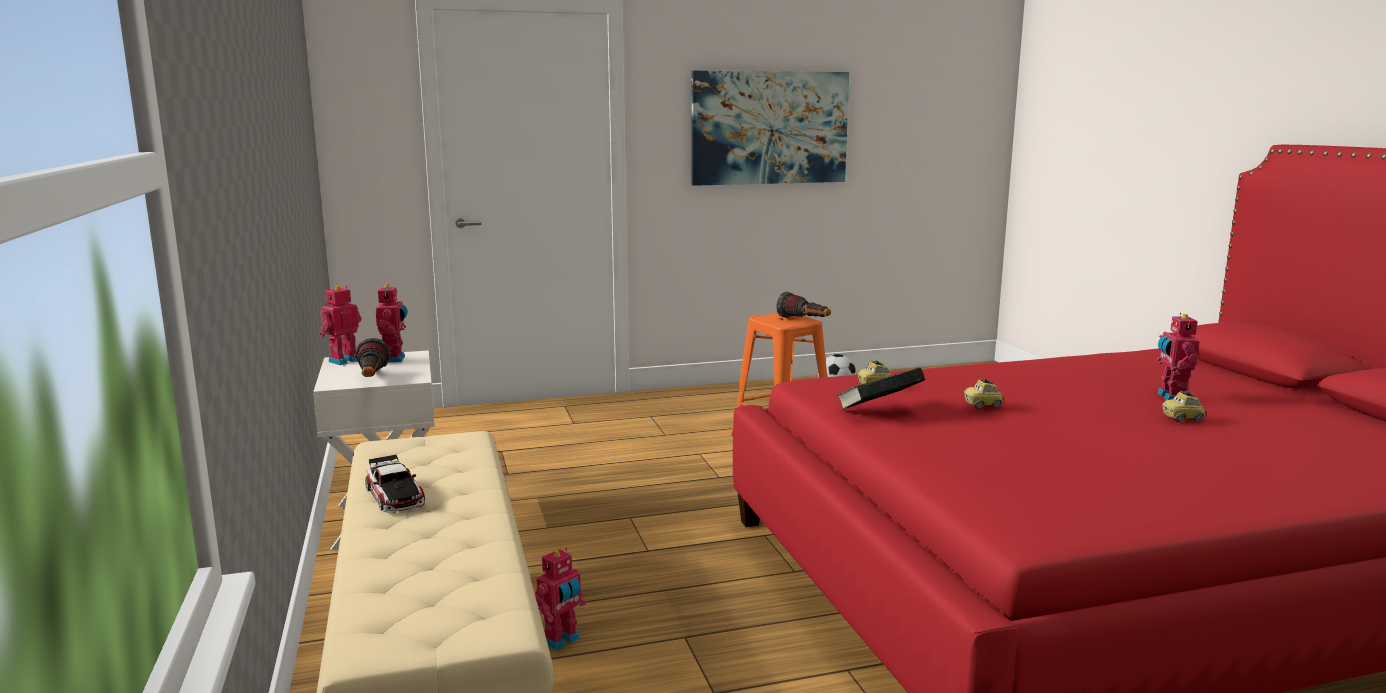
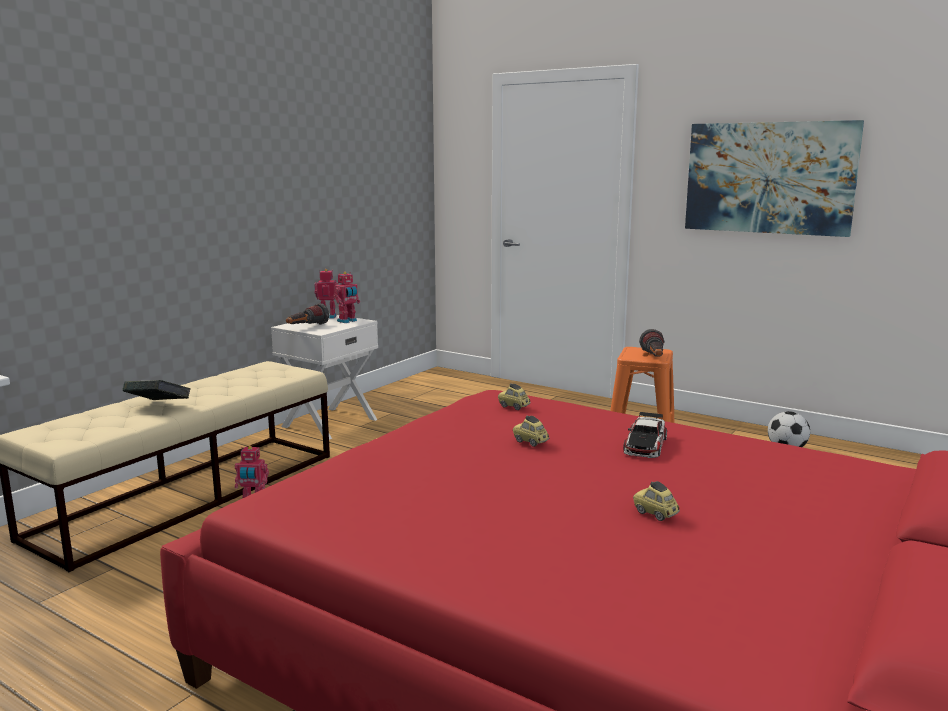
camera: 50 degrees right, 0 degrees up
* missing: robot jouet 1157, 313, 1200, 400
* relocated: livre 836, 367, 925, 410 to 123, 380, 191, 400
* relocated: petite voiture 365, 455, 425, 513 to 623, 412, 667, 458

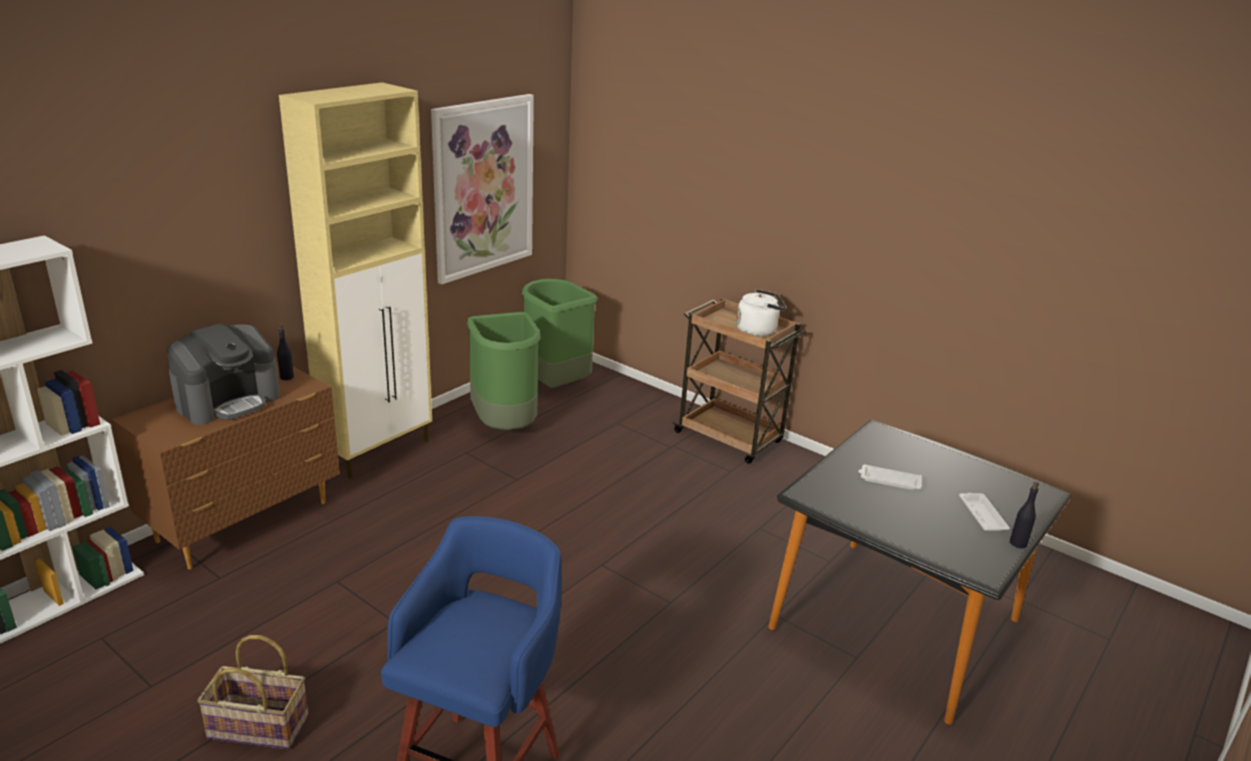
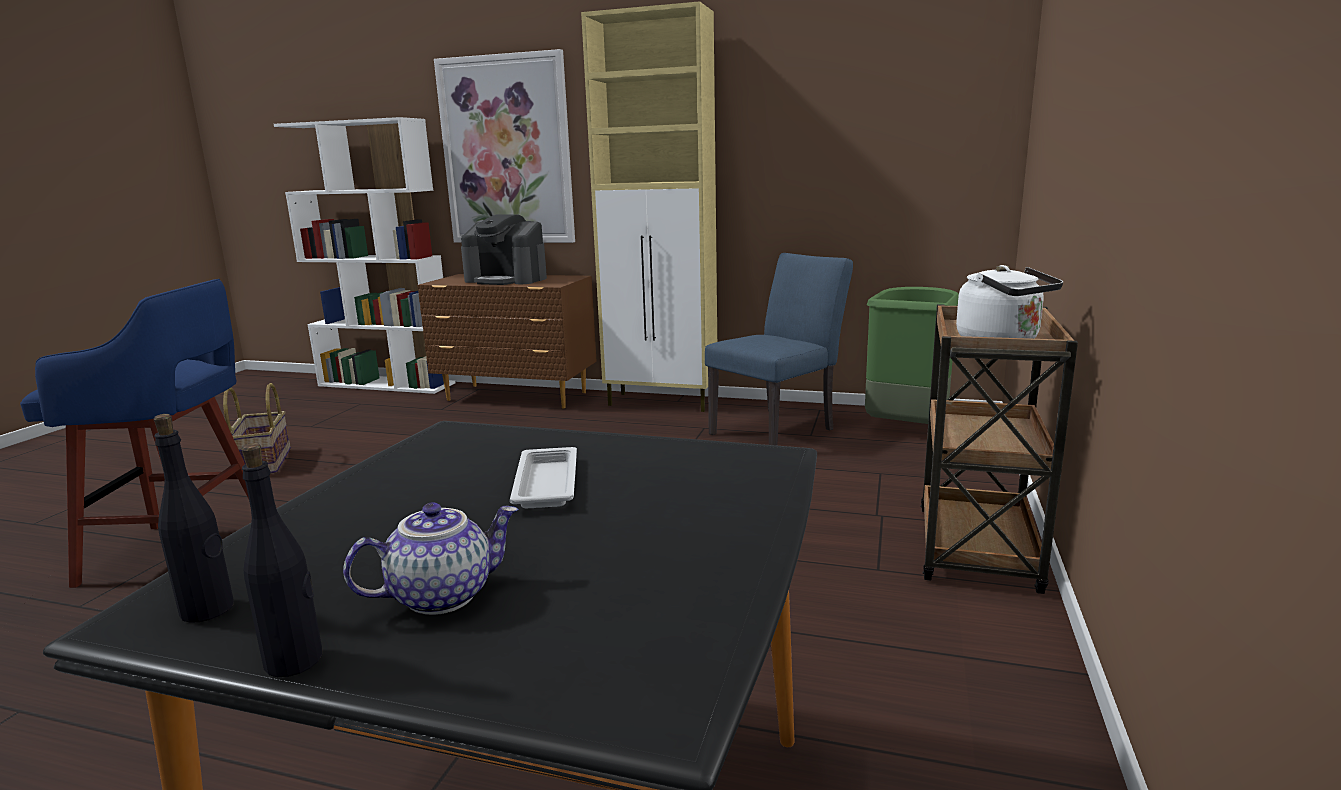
camera: 70 degrees right, 10 degrees down
* relocated: tableau 431, 94, 534, 285 to 434, 49, 575, 243
* exchanged: poubelle/vert 467, 312, 541, 430 to chaise/bleu 705, 253, 853, 446
* relocated: bouteille/noir 277, 324, 294, 380 to 153, 414, 234, 623
* exchanged: plateau/blanc 959, 493, 1010, 531 to théière 343, 503, 518, 615

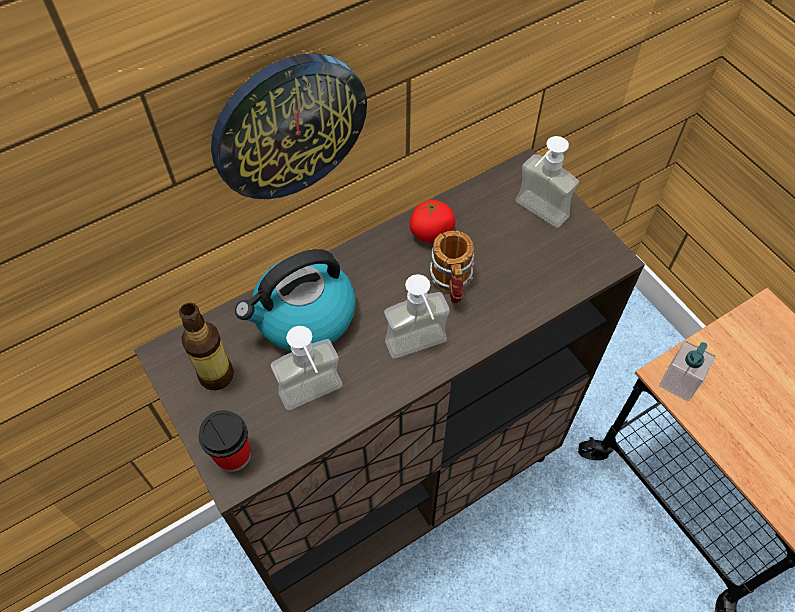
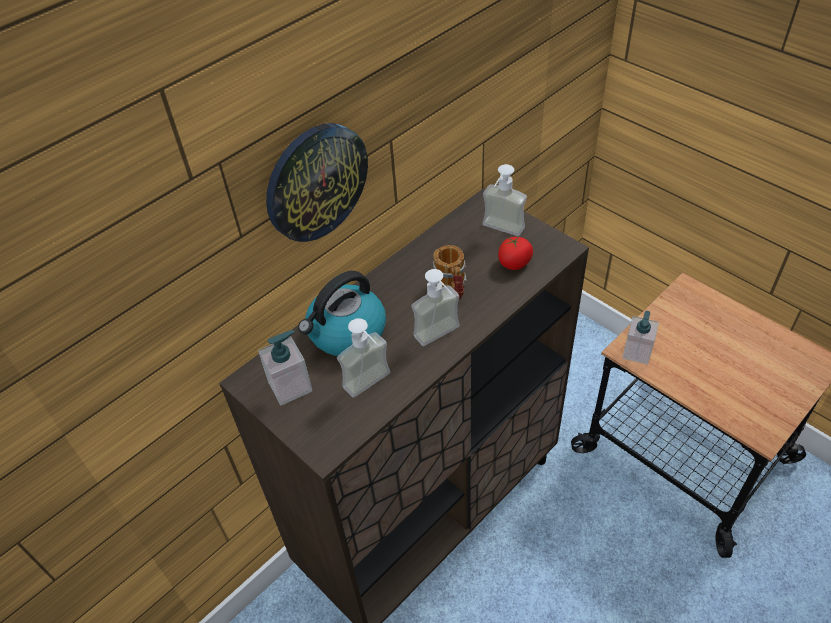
camera: 10 degrees left, 10 degrees down
* relocated: tomate 410, 199, 456, 242 to 498, 236, 533, 270
* exchanged: bouteille 179, 303, 234, 391 to distributeur de savon 258, 330, 312, 406
* missing: tasse 198, 410, 251, 472

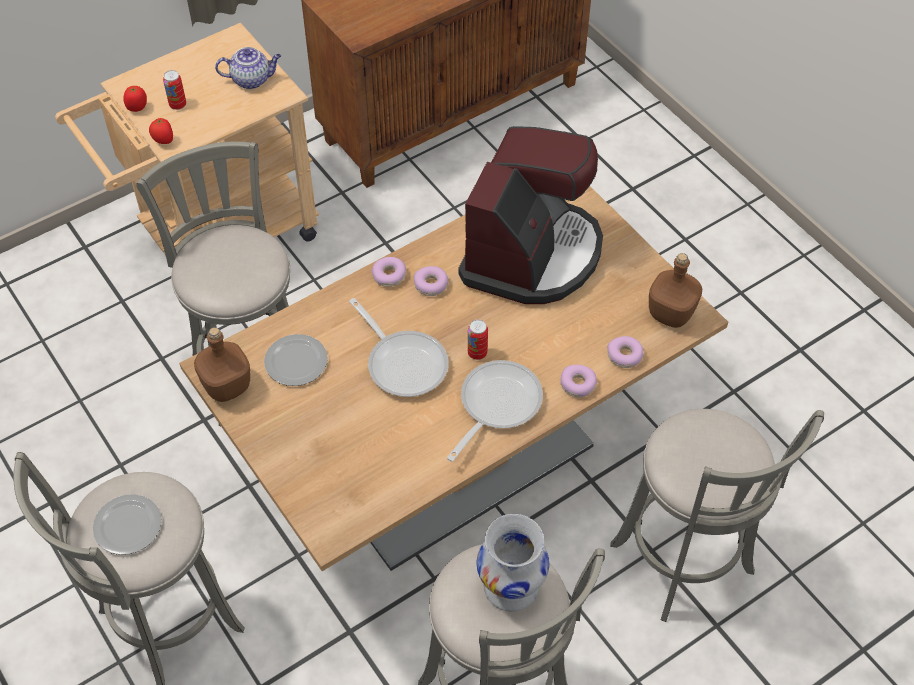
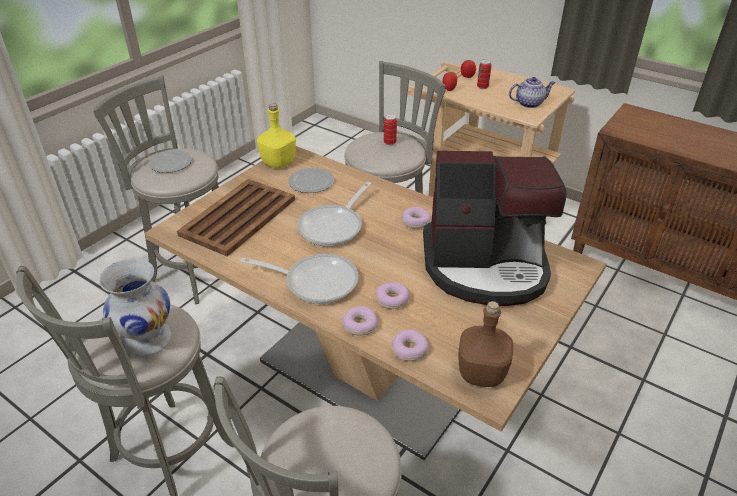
camera: 70 degrees right, 15 degrees down
* spun: théière 215, 47, 281, 89 = 509, 77, 555, 108 75 degrees counterclockwise
* relocated: beignet 371, 257, 406, 287 to 376, 282, 410, 309
* relocated: boîte métallique 468, 319, 488, 360 to 384, 114, 397, 145
* colour: bouteille/marron 194, 327, 250, 402 to bouteille/jaune 257, 103, 296, 168
* appeared: plateau/marron 177, 179, 295, 256

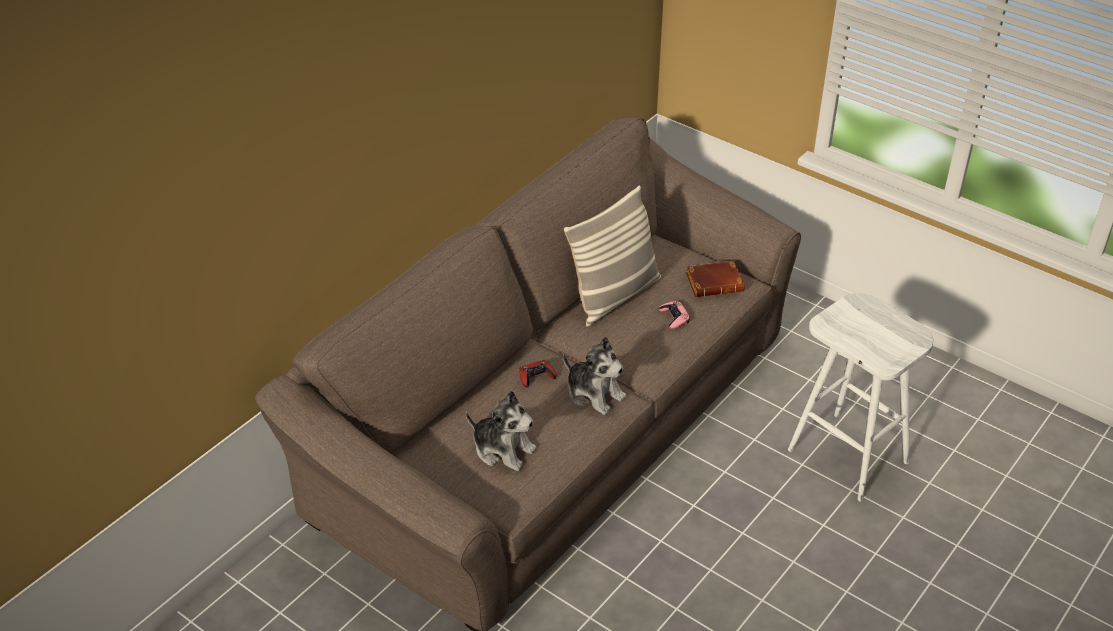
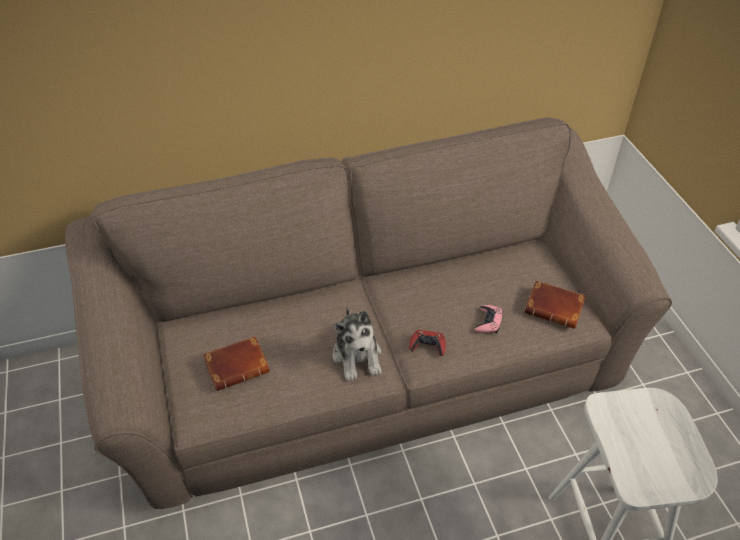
camera: 35 degrees right, 5 degrees up
* missing: coussin 564, 185, 661, 327
* relocated: manette/rouge 519, 360, 557, 387 to 409, 330, 446, 356
* exchanged: peluche 466, 391, 537, 471 to livre/marron 203, 336, 270, 391

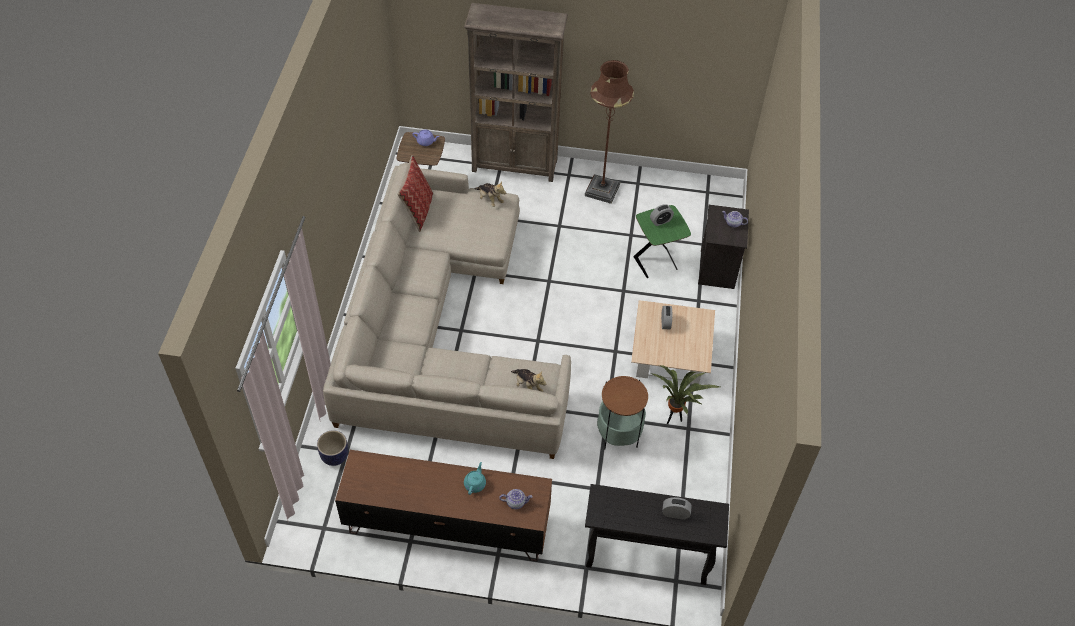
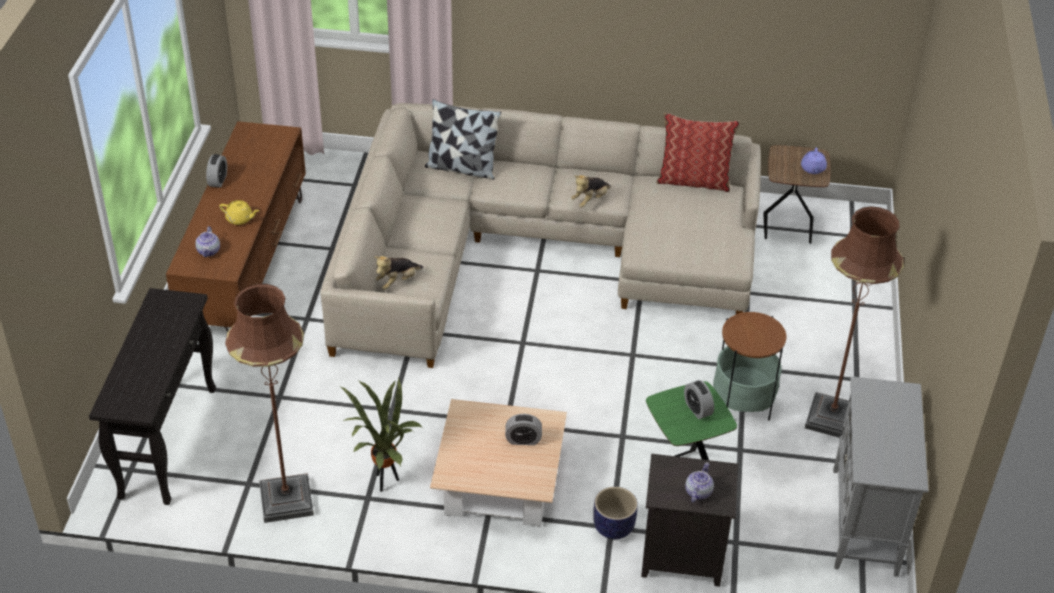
camera: 90 degrees right, 10 degrees down
* missing: bibliothèque/marron 464, 3, 568, 182
* relocated: peluche 475, 182, 506, 207 to 571, 175, 611, 208
* relocated: table d'appoint 597, 376, 648, 449 to 713, 312, 787, 420
* relocated: cache-pot 317, 430, 348, 466 to 593, 487, 638, 539
* colour: théière/turquoise 464, 462, 486, 495 to théière/jaune 219, 200, 259, 225
* relocated: réveil 662, 497, 692, 520 to 206, 154, 227, 188
* appeared: coussin 425, 99, 501, 180
* appeared: lampadaire/marron 225, 284, 314, 523
* appeared: meuble de rangement/gris 833, 376, 929, 577

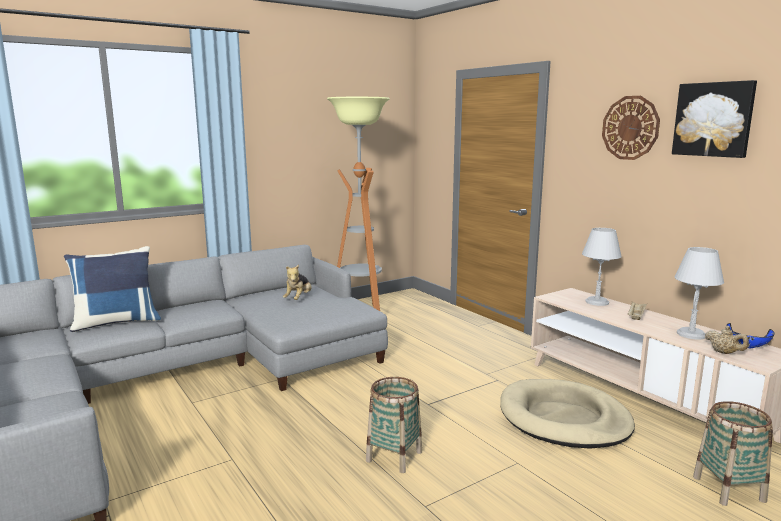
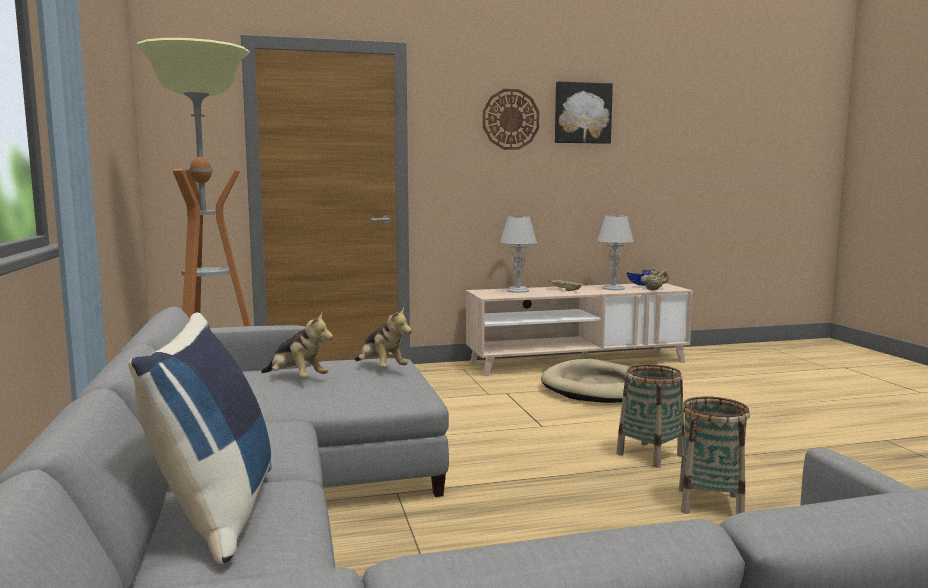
camera: 70 degrees left, 5 degrees down
* relocated: panier 693, 401, 773, 506 to 679, 396, 750, 514
* appeared: peluche 355, 307, 412, 367

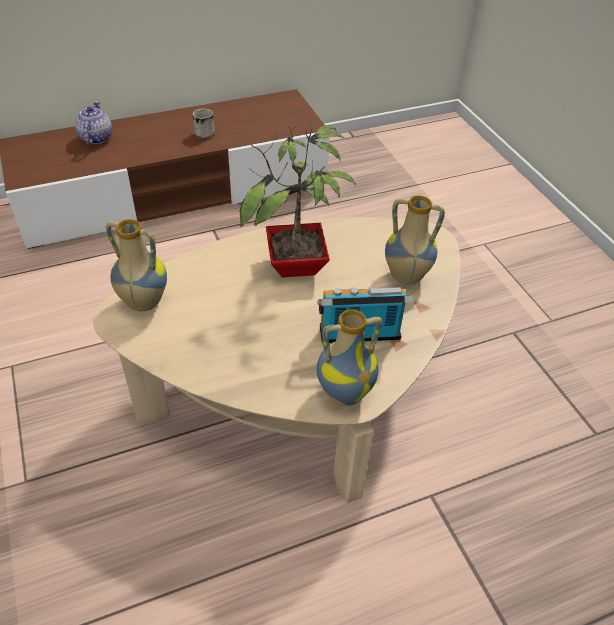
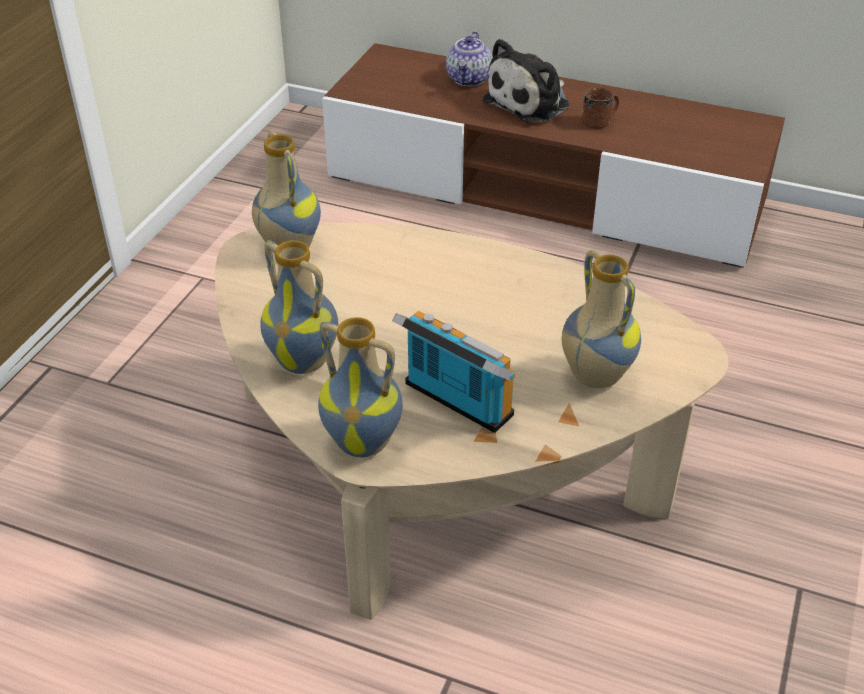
camera: 45 degrees right, 5 degrees down
* spun: théière 75, 101, 112, 144 = 446, 32, 493, 86 150 degrees clockwise
* colour: mug/blanc 192, 109, 215, 138 to mug/marron 582, 87, 619, 129
* missing: plante en pot 240, 119, 356, 278
* appeared: peluche 483, 38, 569, 123
* appeared: vase 260, 240, 339, 374

